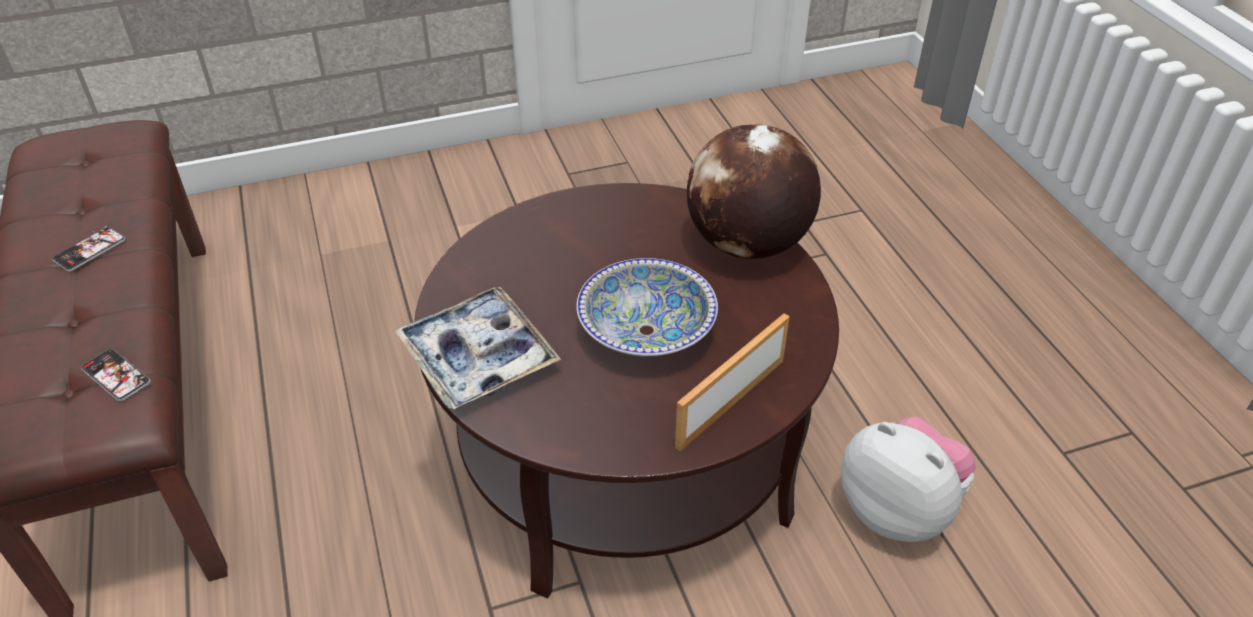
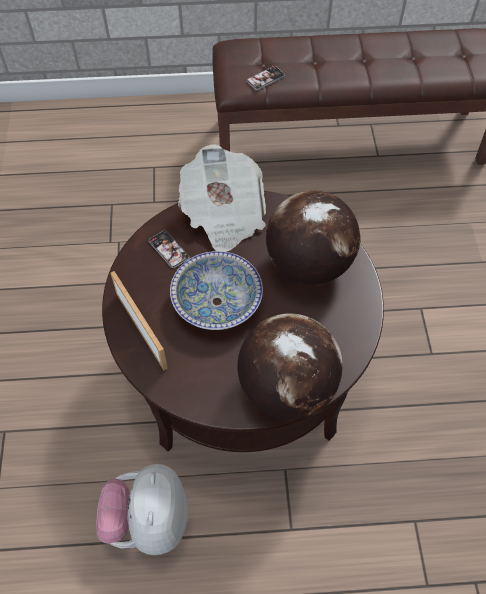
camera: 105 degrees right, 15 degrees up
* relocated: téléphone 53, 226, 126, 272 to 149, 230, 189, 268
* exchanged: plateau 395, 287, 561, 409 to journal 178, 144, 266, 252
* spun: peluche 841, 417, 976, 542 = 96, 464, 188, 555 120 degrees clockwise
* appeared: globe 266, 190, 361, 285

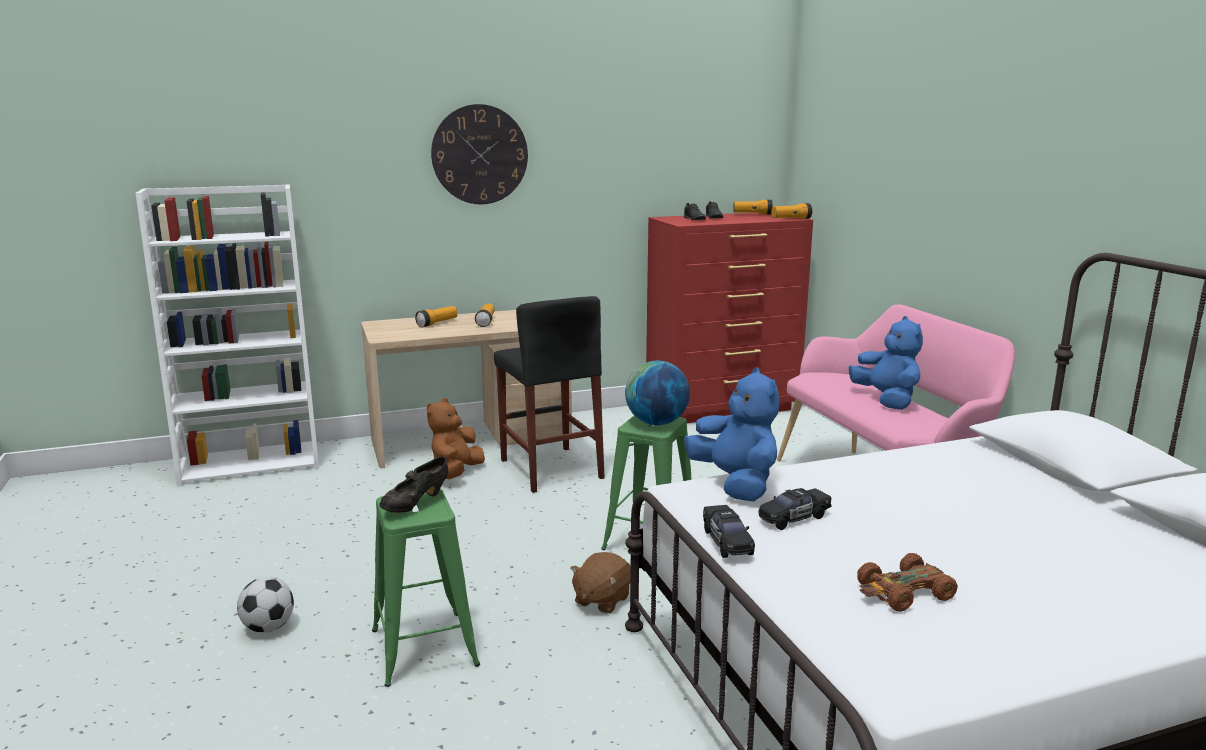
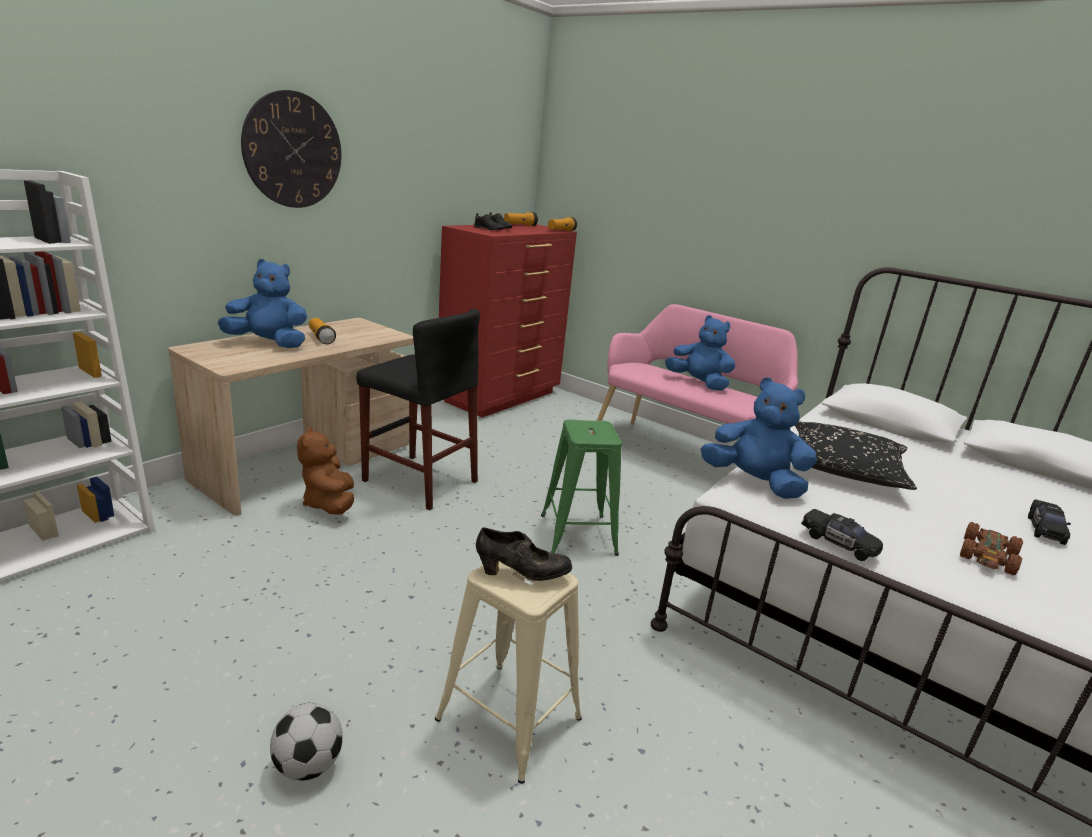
camera: 35 degrees left, 5 degrees up
* exchanged: lampe de poche 415, 306, 457, 327 to peluche/bleu 218, 259, 307, 348
* missing: globe 625, 361, 690, 425
* spun: chaussure/noir 380, 456, 448, 513 = 476, 527, 572, 581 90 degrees counterclockwise
* relocated: petite voiture/noir 759, 488, 832, 530 to 1028, 499, 1071, 545
* colour: tabouret/vert 372, 489, 480, 687 to tabouret/beige 435, 561, 582, 784
* missing: peluche/marron 570, 552, 631, 614
* appeared: coussin/noir 795, 422, 917, 490

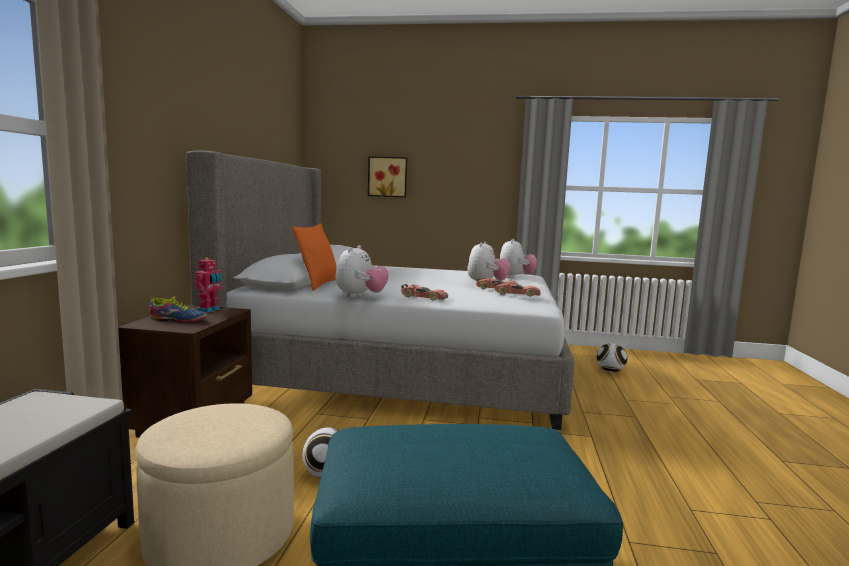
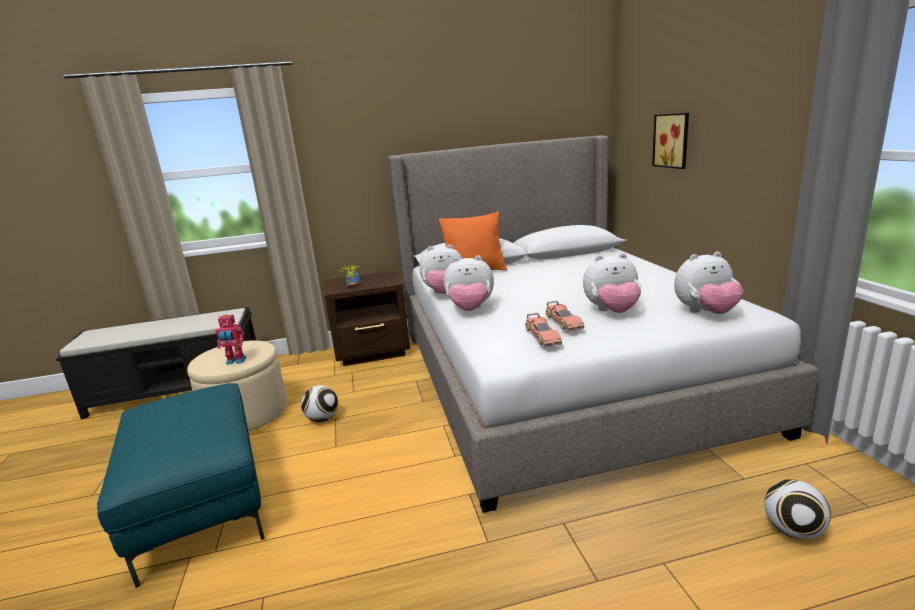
camera: 70 degrees right, 10 degrees up
* relocated: robot jouet 194, 257, 223, 312 to 215, 314, 246, 365
* exchanged: petite voiture 401, 284, 448, 301 to peluche 444, 256, 494, 311

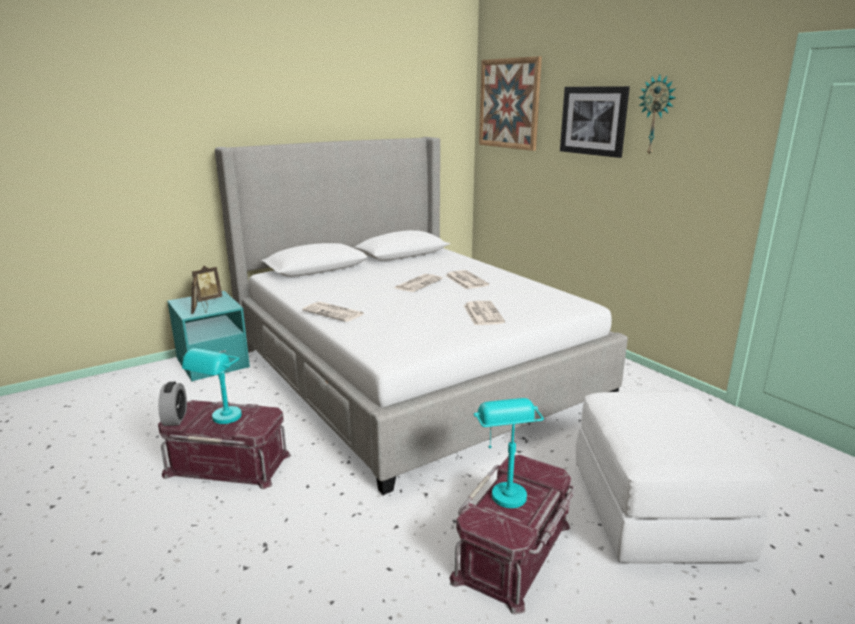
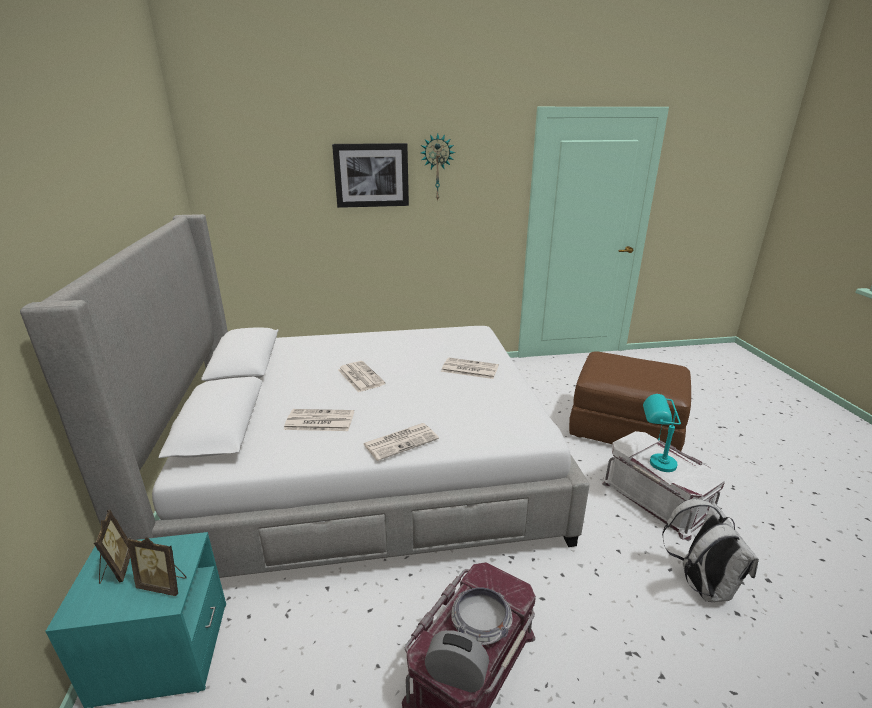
camera: 65 degrees left, 5 degrees up
* missing: tableau 479, 56, 542, 151
* relocated: journal 445, 270, 489, 289 to 284, 409, 354, 431
* exchanged: lampe de table/turquoise 182, 348, 242, 424 to bol 451, 587, 512, 645
* colour: pouf/blanc 576, 391, 774, 563 to pouf/marron 569, 351, 691, 451
* colour: boîte de rangement/rouge 449, 455, 575, 614 to boîte de rangement/blanc 602, 431, 725, 540
* appeared: sac à dos/blanc 662, 499, 759, 602

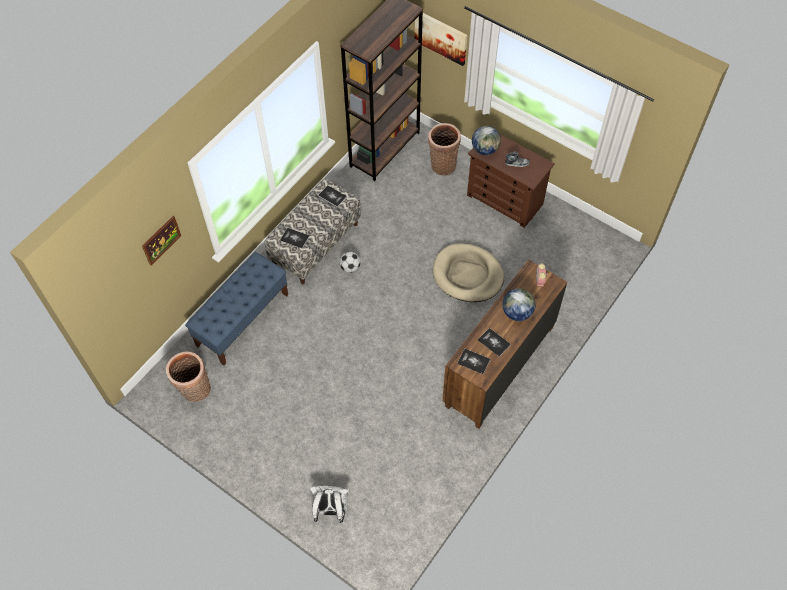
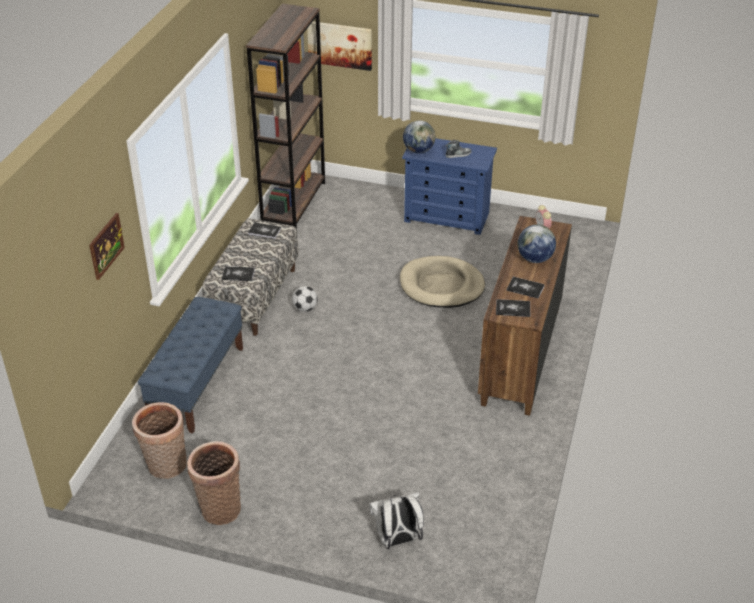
camera: 20 degrees left, 20 degrees down
* relocated: panier 428, 123, 461, 175 to 187, 441, 241, 525
* colour: commode/marron 467, 134, 555, 228 to commode/bleu 402, 138, 497, 235

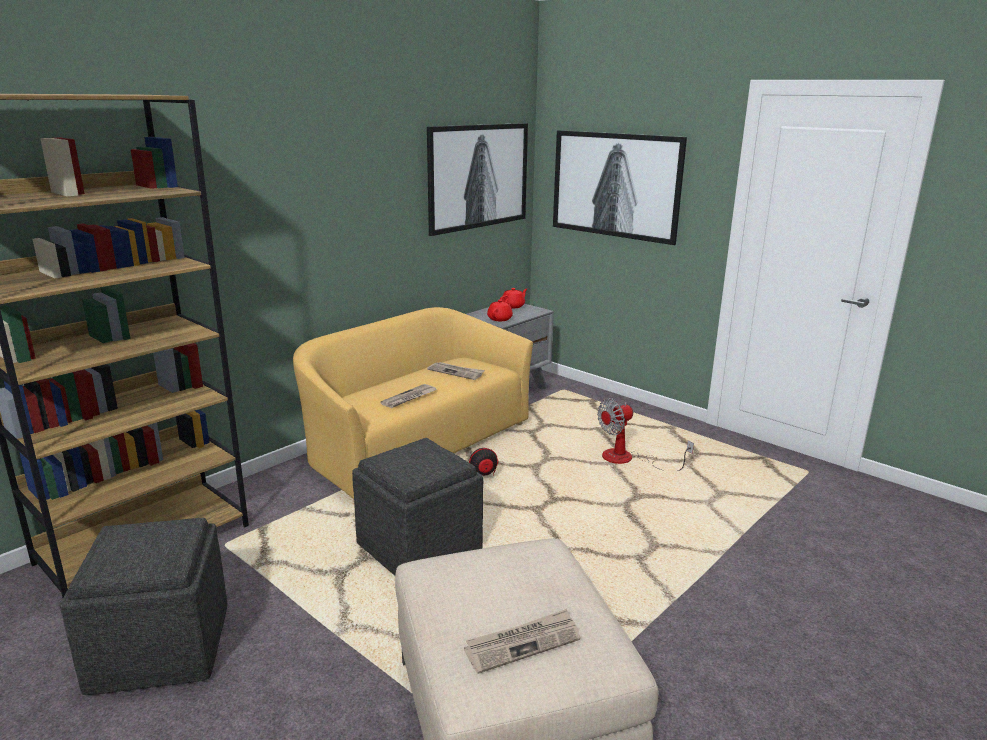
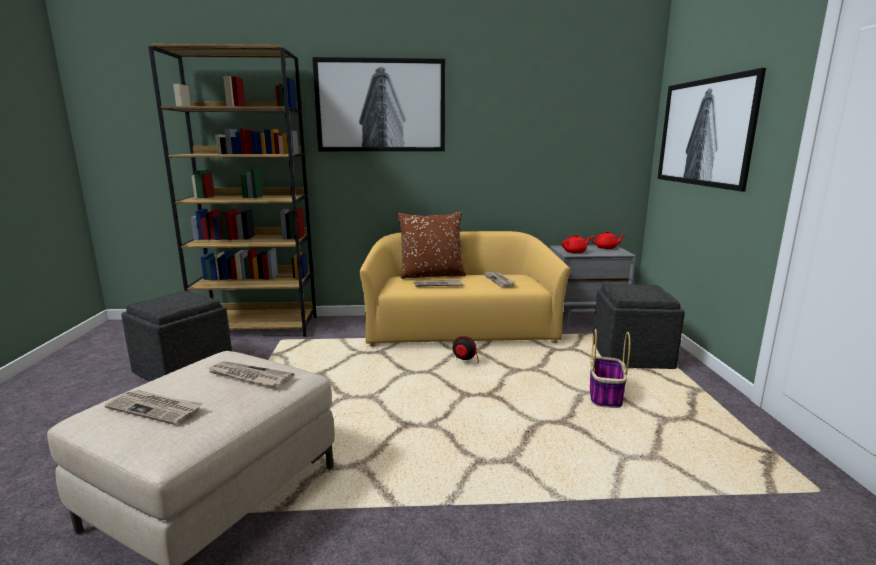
camera: 45 degrees right, 5 degrees down
* relocated: tableau 427, 123, 528, 236 to 312, 57, 445, 151
* exchanged: ventilateur 597, 398, 694, 471 to panier 590, 329, 630, 408
* relocated: pouf/gris 352, 438, 483, 576 to 592, 284, 685, 369
* appeared: coussin/marron 397, 211, 466, 279
* appeared: journal 205, 361, 294, 386

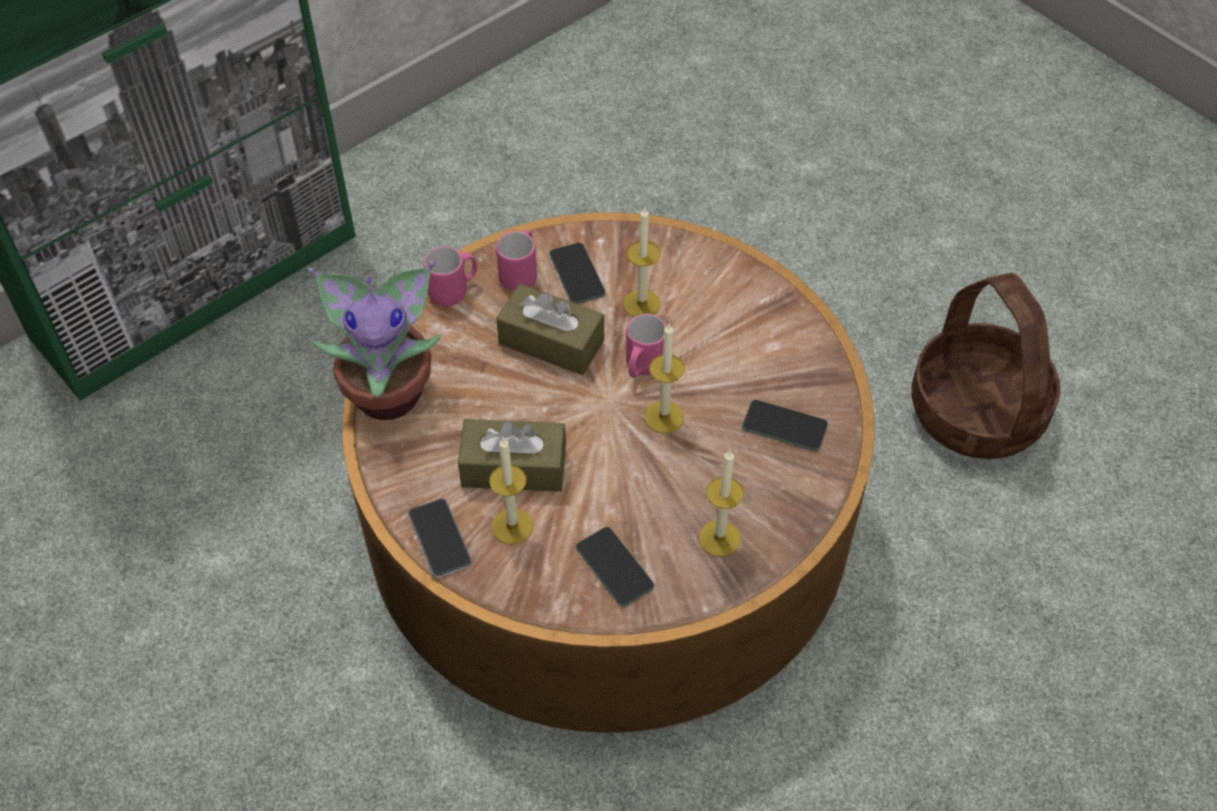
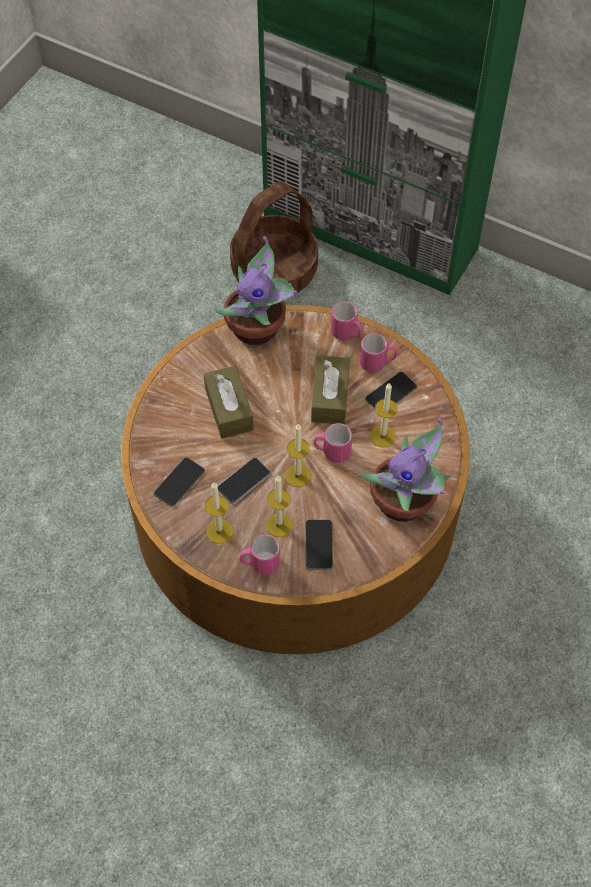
camera: 70 degrees right, 5 degrees up
* relocated: panier 911, 273, 1060, 459 to 230, 181, 318, 293
* relocated: bougie 489, 437, 533, 545 to 266, 476, 293, 537
* relocated: téléphone 408, 498, 472, 578 to 218, 458, 271, 504
* appeared: plante en pot 360, 418, 451, 522
* appeared: mug/rose 240, 535, 280, 575

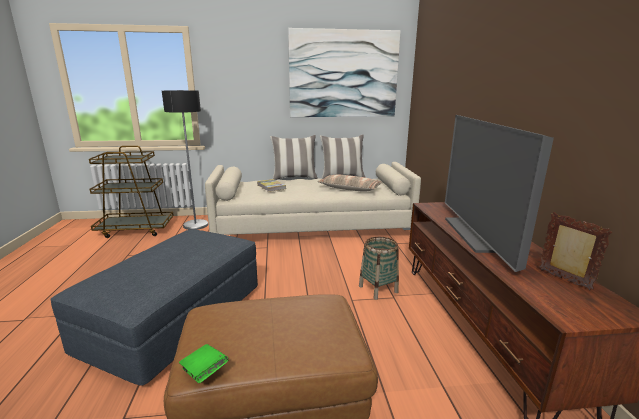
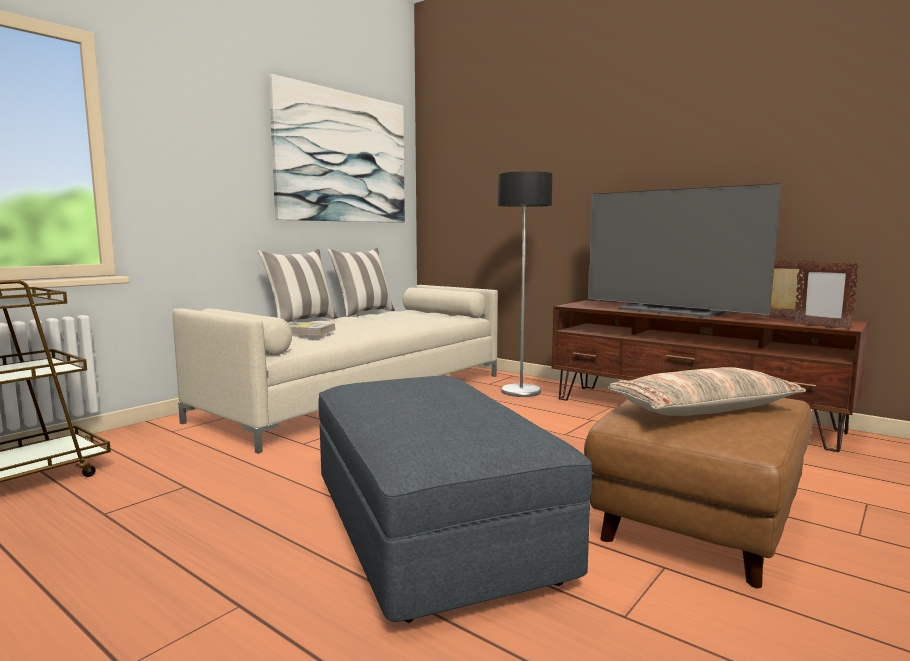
camera: 45 degrees left, 10 degrees down
* relocated: lampadaire 162, 90, 208, 230 to 498, 171, 553, 397
* relocated: coussin 317, 175, 382, 192 to 608, 367, 806, 416
* missing: panier 359, 237, 399, 300
* missing: livre/vert 179, 344, 228, 383
* appeared: cadre photo 794, 261, 860, 329

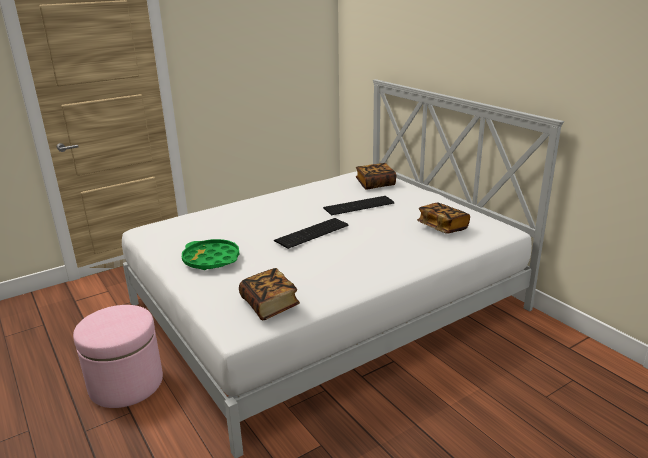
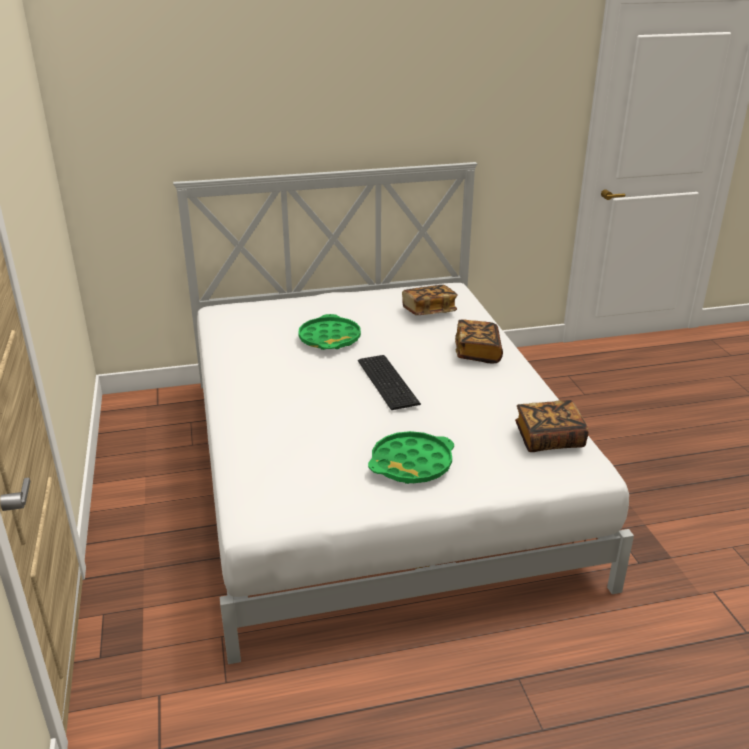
camera: 70 degrees left, 5 degrees up
* relocated: livre 356, 163, 396, 189 to 455, 320, 503, 363
* exchanged: clavier 323, 196, 394, 215 to plateau/vert 298, 314, 361, 350
* missing: pouf/rose 73, 305, 163, 408

